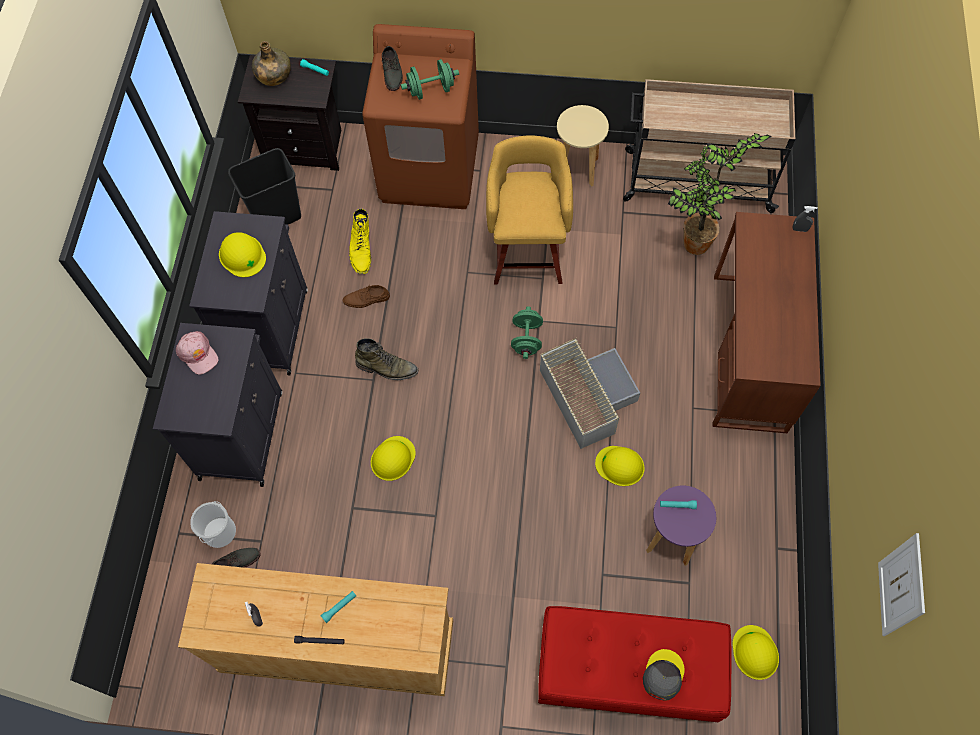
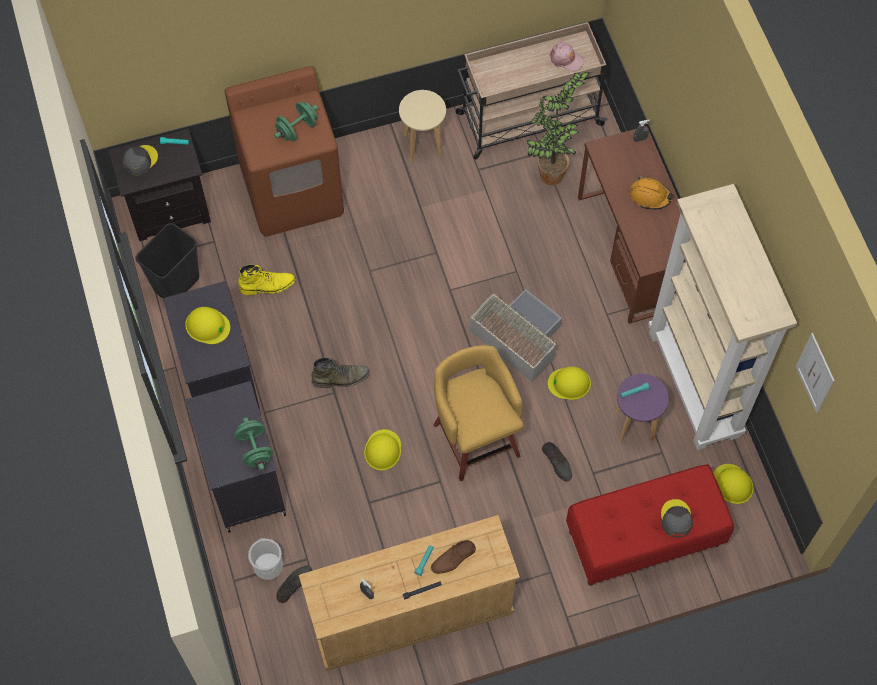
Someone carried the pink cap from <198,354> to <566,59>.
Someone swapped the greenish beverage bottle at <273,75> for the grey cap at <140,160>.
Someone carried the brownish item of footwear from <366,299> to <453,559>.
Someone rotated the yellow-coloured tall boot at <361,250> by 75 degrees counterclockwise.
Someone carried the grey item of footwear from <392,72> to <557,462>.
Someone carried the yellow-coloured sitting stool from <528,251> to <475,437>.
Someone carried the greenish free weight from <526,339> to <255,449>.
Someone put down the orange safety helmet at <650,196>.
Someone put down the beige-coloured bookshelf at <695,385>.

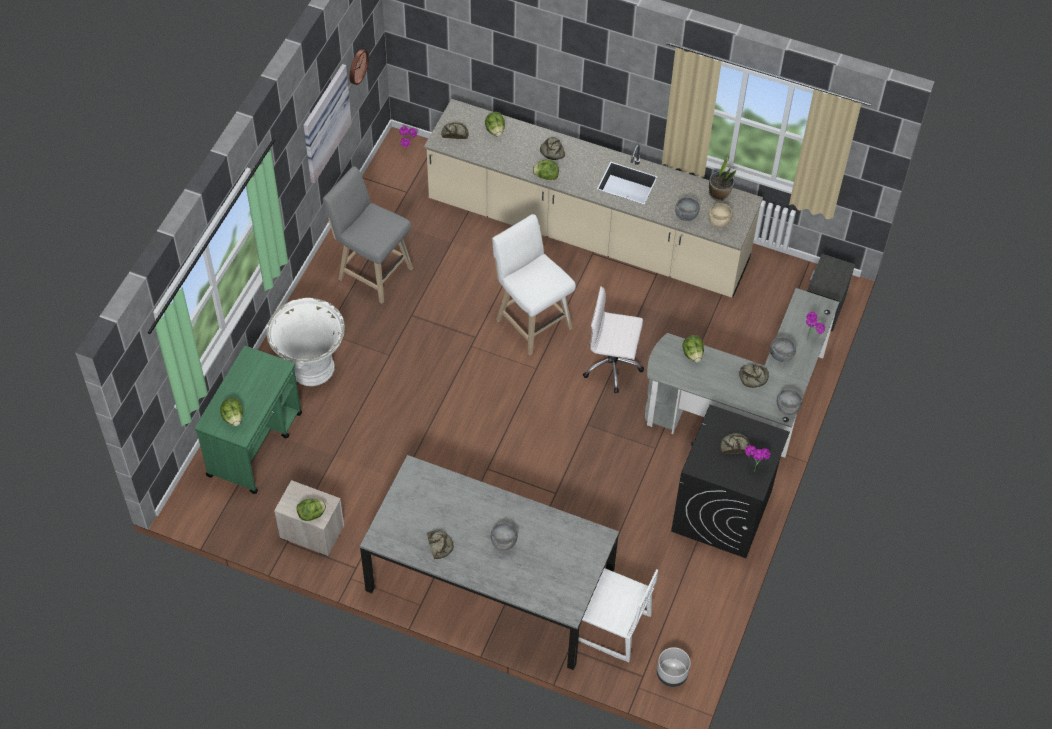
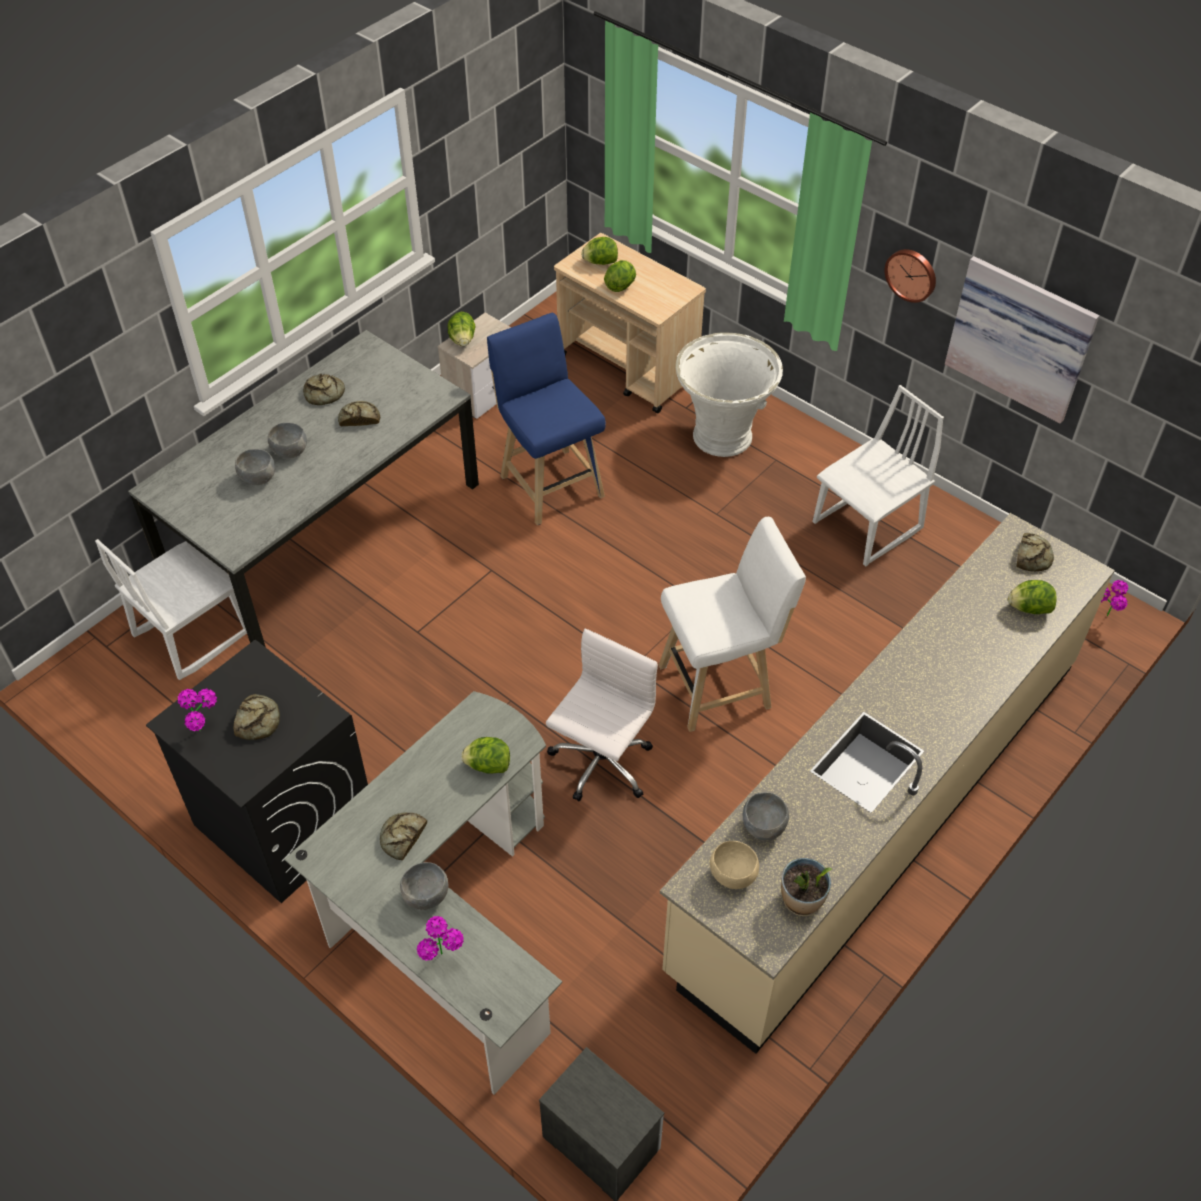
Someone repainted the greenish wheeled cart at <255,444>, which became the beige-coloured wheeled cart at <628,368>.
Someone swapped the grey sitting stool at <372,272> for the white-coloured chair at <868,527>.
Someone carried the wall clock from <357,66> to <911,274>.
Someone carried the lettuce from <546,176> to <620,286>.
Someone carried the bread from <552,151> to <359,418>.
Someone took away the grey planter at <672,674>.
Someone carried the grey deep dish from <787,408> to <258,479>.
Someone put down the blue sitting stool at <549,482>.

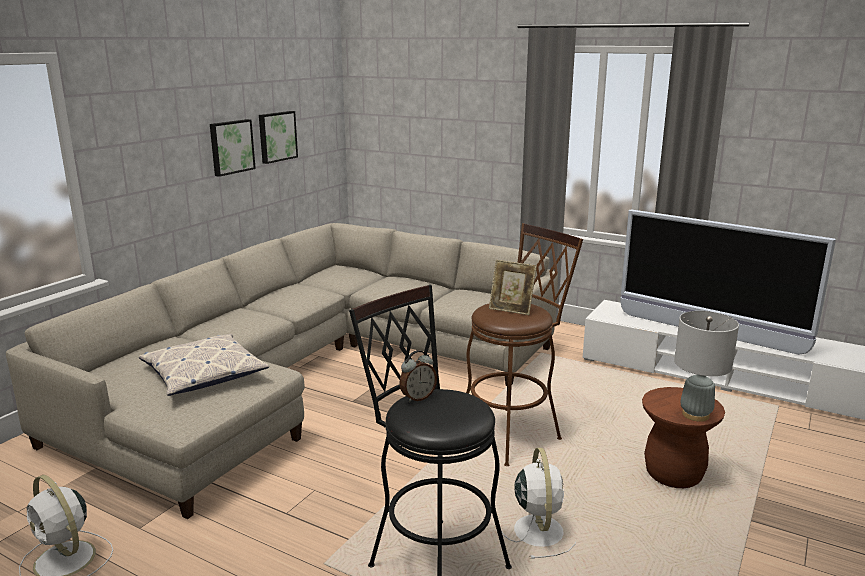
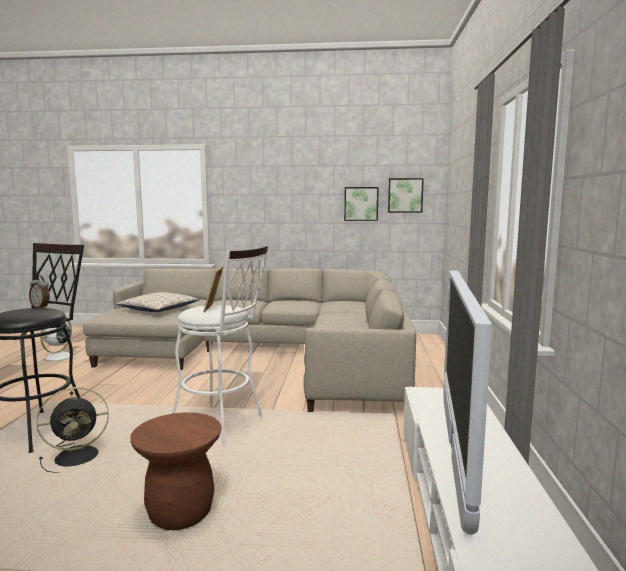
Someone carried the wall art from <231,147> to <405,195>.
Someone repainted the brownish sitting stool at <514,433>, which became the white-coloured sitting stool at <223,426>.
Someone repainted the white-coloured electric fan at <538,529>, which became the black electric fan at <79,456>.
Someone took away the grey tabletop lamp at <695,415>.

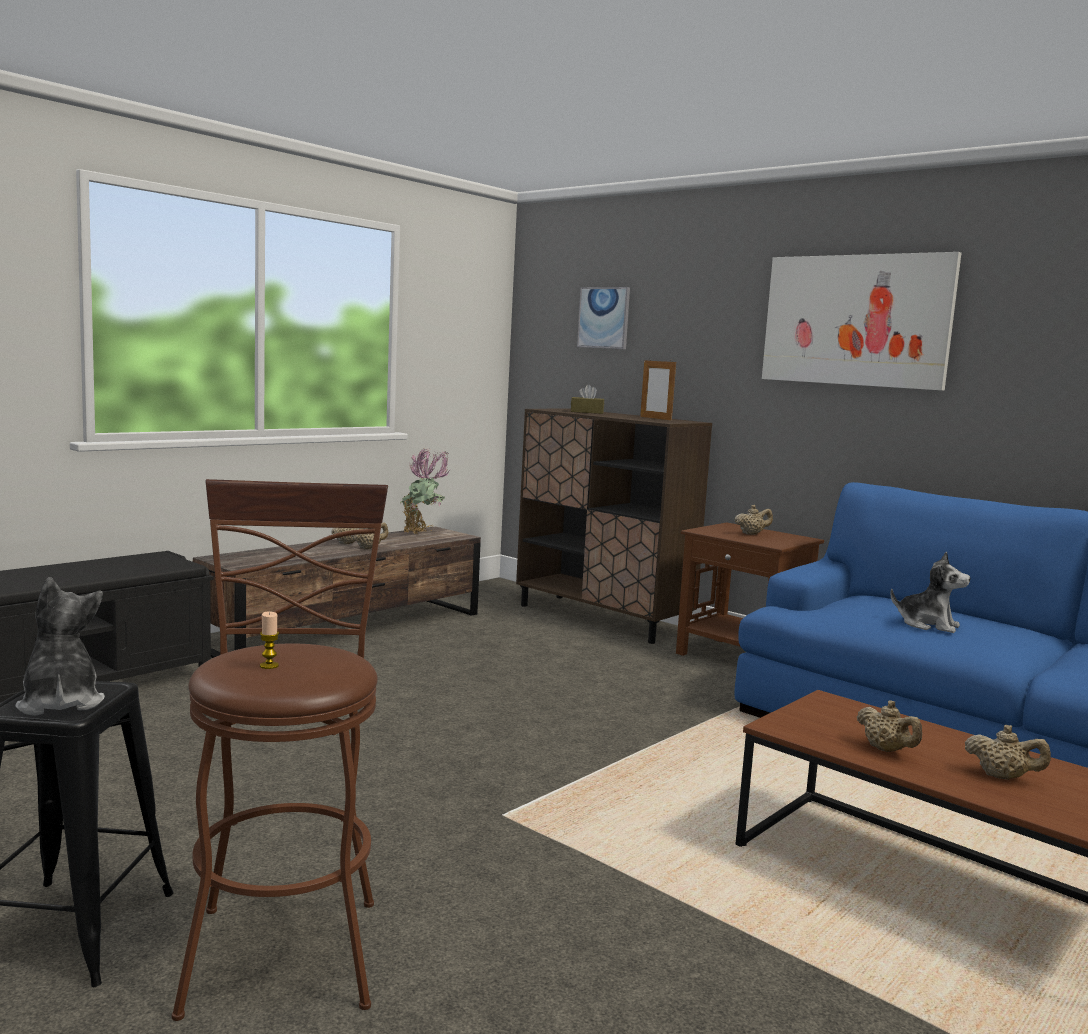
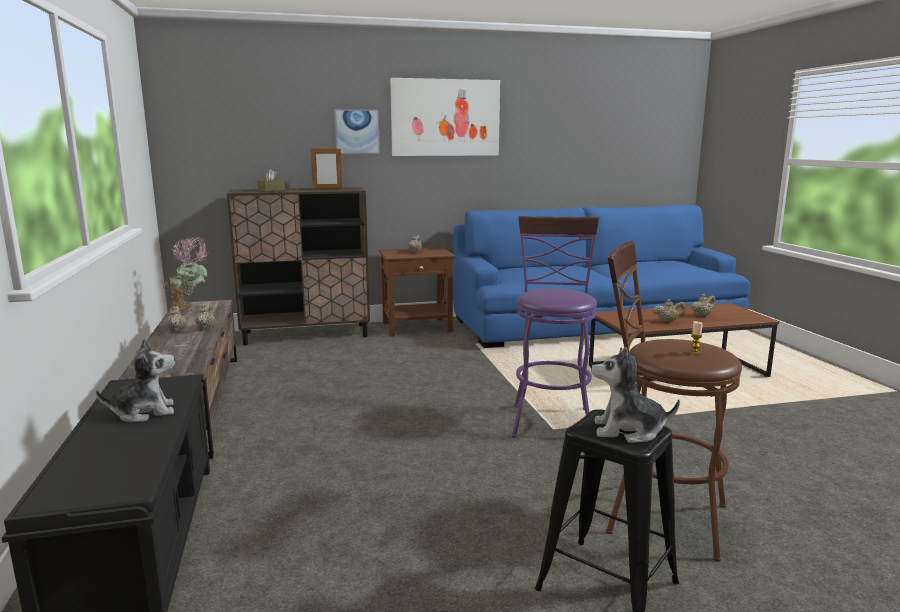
Someone carried the wall art from <604,318> to <357,132>.
Someone carried the cuddly toy from <928,625> to <144,412>.
Someone put down the purplish sitting stool at <550,419>.

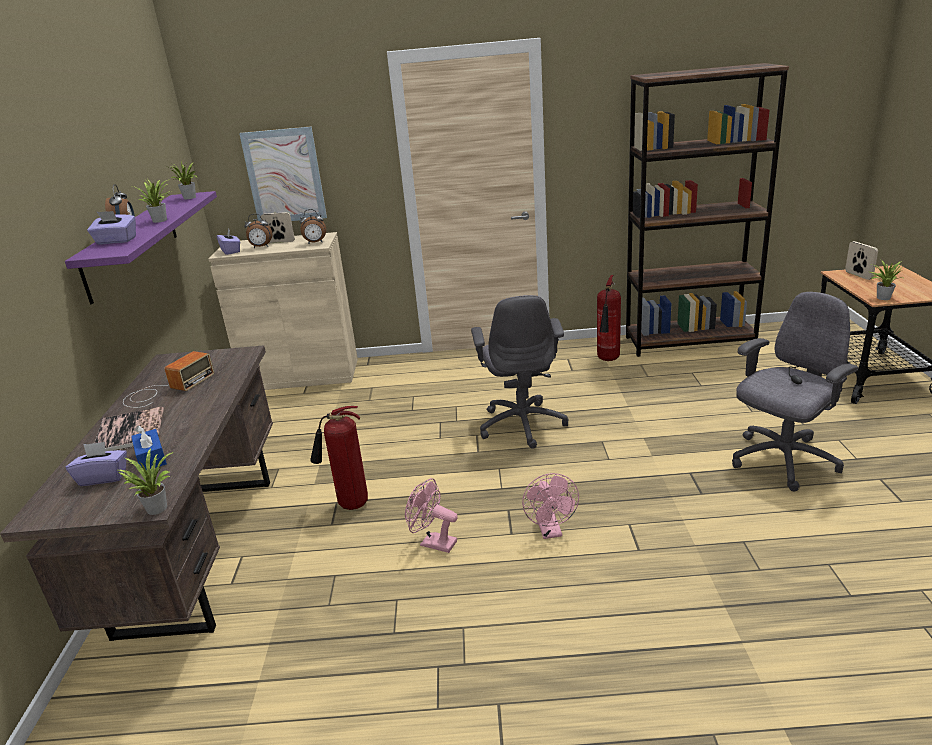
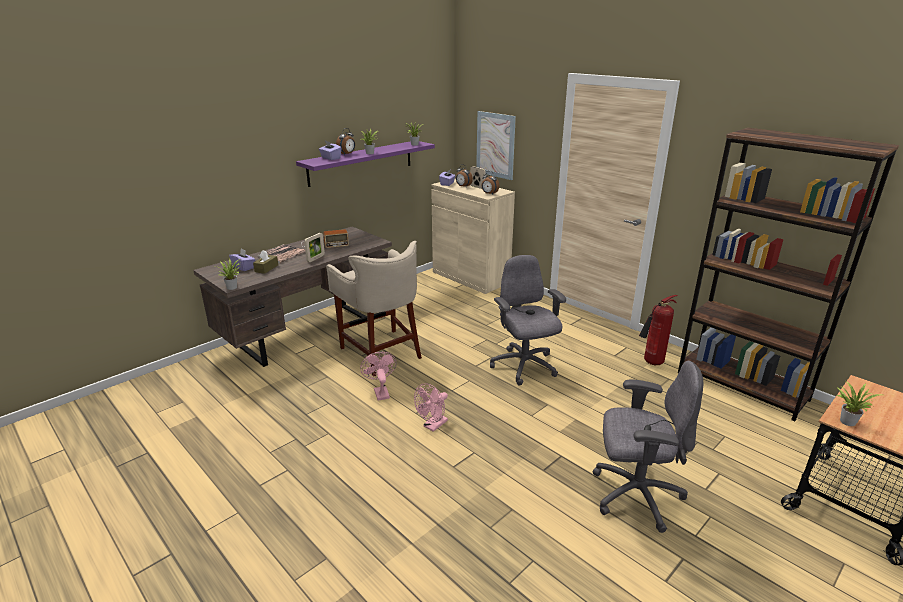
Someone repainted the blue tissue holder at <151,458>, which became the brownish tissue holder at <266,268>.
Someone swapped the fire-fighting cylinder at <349,505> for the beige-coloured sitting stool at <381,352>.
Someone rotated the grey office chair at <522,424> by 120 degrees clockwise.
Someone carried the photo frame from <858,275> to <315,258>.

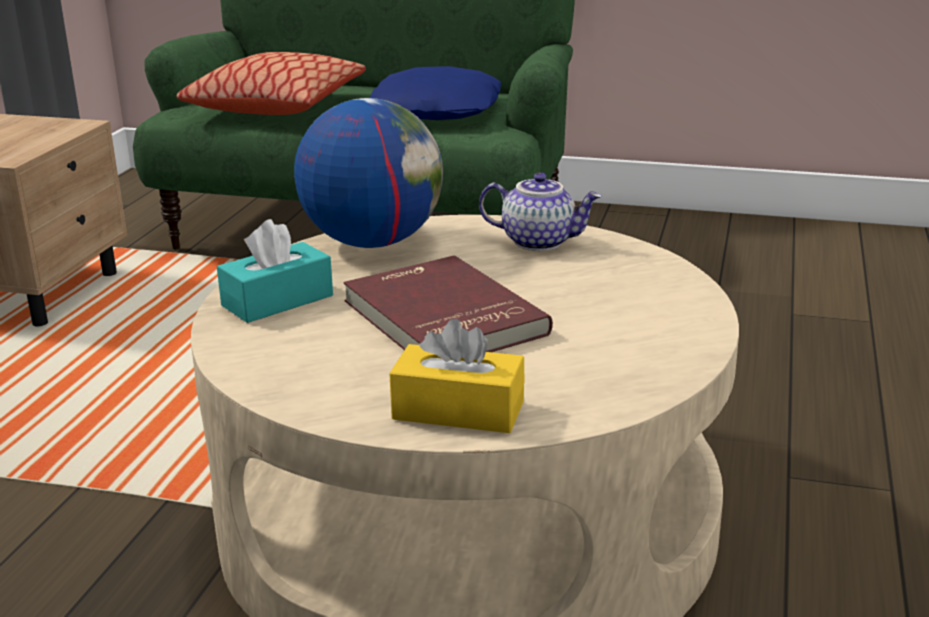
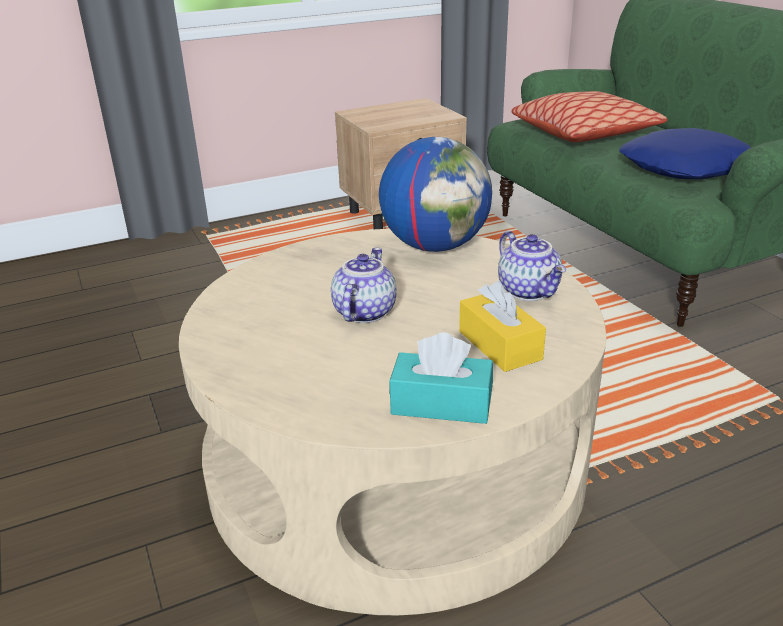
Someone carried the turquoise-coloured tissue holder from <277,301> to <441,404>.
Someone swapped the red-coloured bound book at <440,318> for the pot for tea at <363,312>.
Someone carried the yellow-coloured tissue holder from <458,410> to <499,345>.

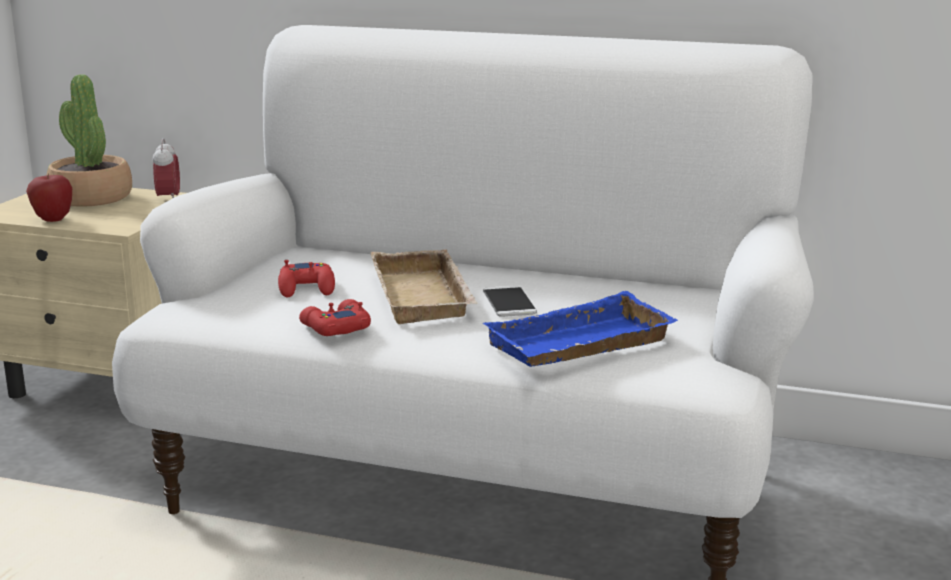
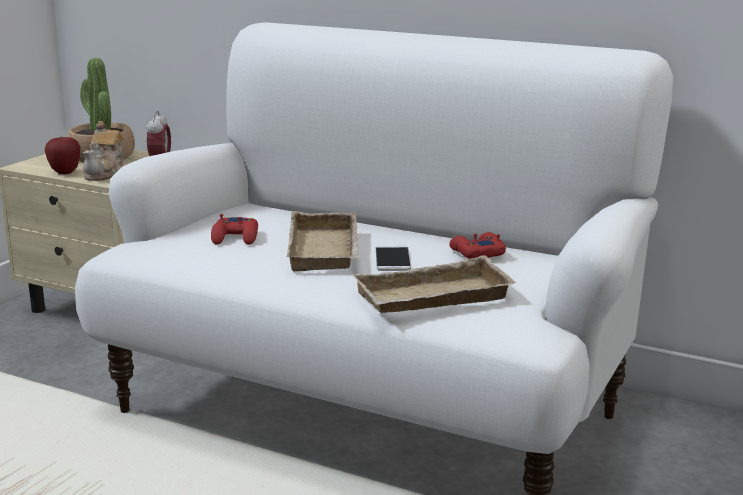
Someone carried the red-coloured joypad from <335,327> to <477,253>.
Someone repainted the blue tray at <580,346>, which became the beige-coloured tray at <432,299>.
Someone put down the pot for tea at <106,174>.

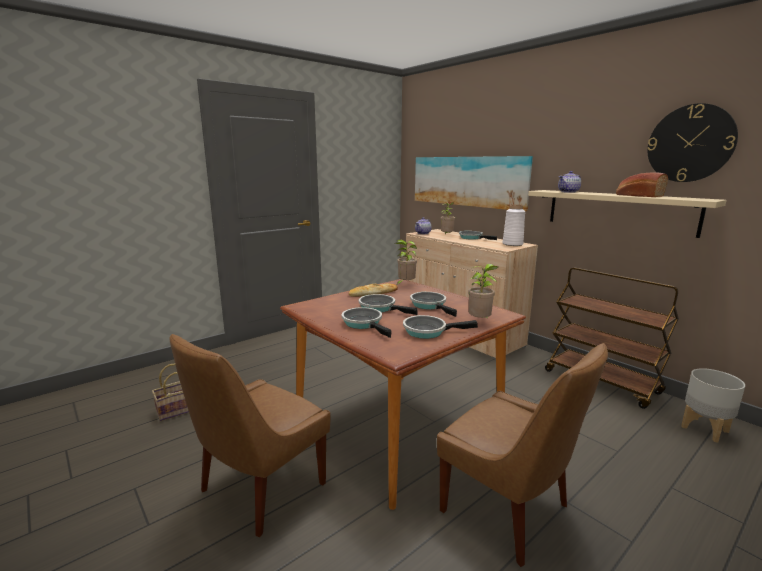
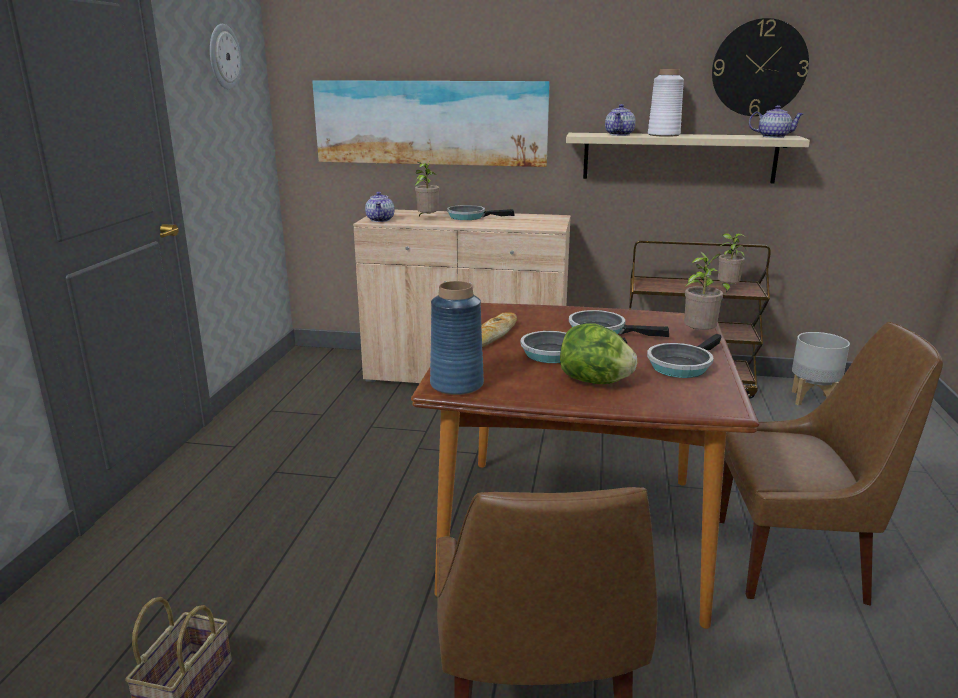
Someone swapped the skillet at <364,324> for the lettuce at <594,381>.
Someone carried the potted plant from <405,284> to <727,289>.
Someone carried the white-coloured flower vase from <512,244> to <663,135>.
Someone took away the bread at <637,195>.
Someone put up the wall clock at <223,57>.
Someone put down the blue flower vase at <457,385>.
Someone put down the pot for tea at <773,137>.

